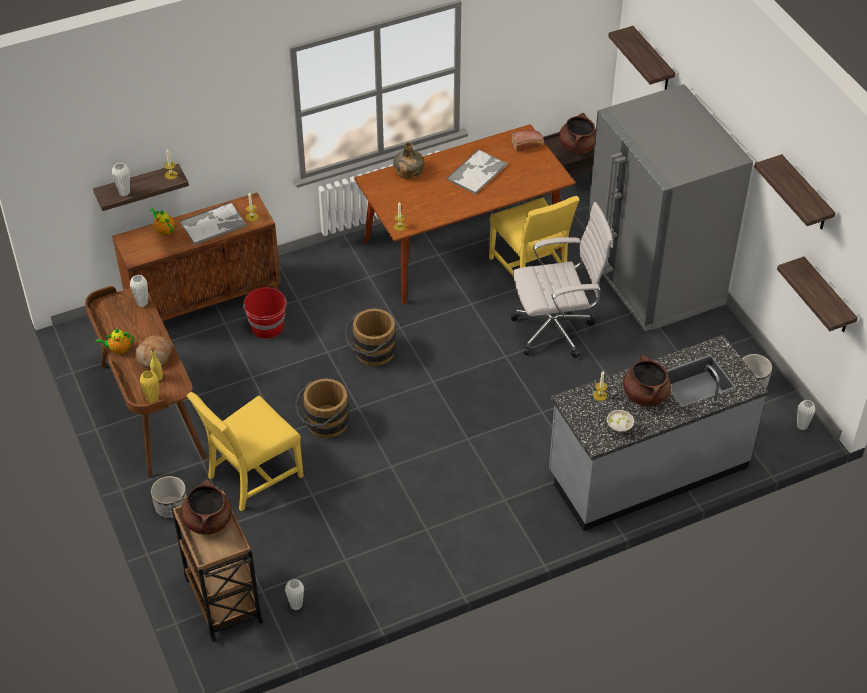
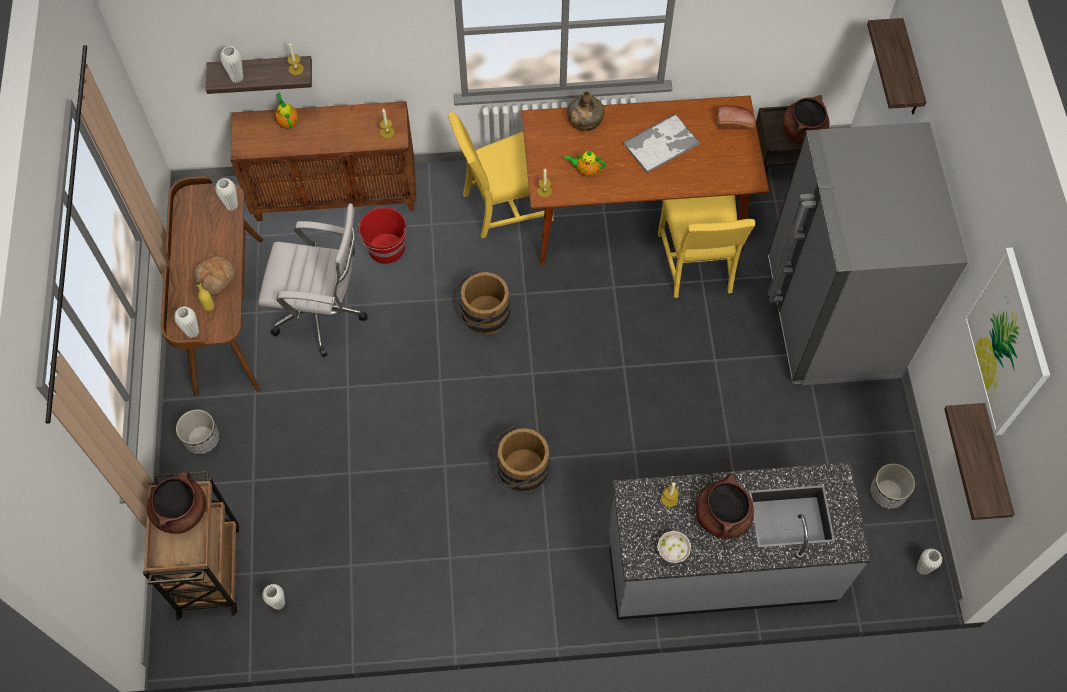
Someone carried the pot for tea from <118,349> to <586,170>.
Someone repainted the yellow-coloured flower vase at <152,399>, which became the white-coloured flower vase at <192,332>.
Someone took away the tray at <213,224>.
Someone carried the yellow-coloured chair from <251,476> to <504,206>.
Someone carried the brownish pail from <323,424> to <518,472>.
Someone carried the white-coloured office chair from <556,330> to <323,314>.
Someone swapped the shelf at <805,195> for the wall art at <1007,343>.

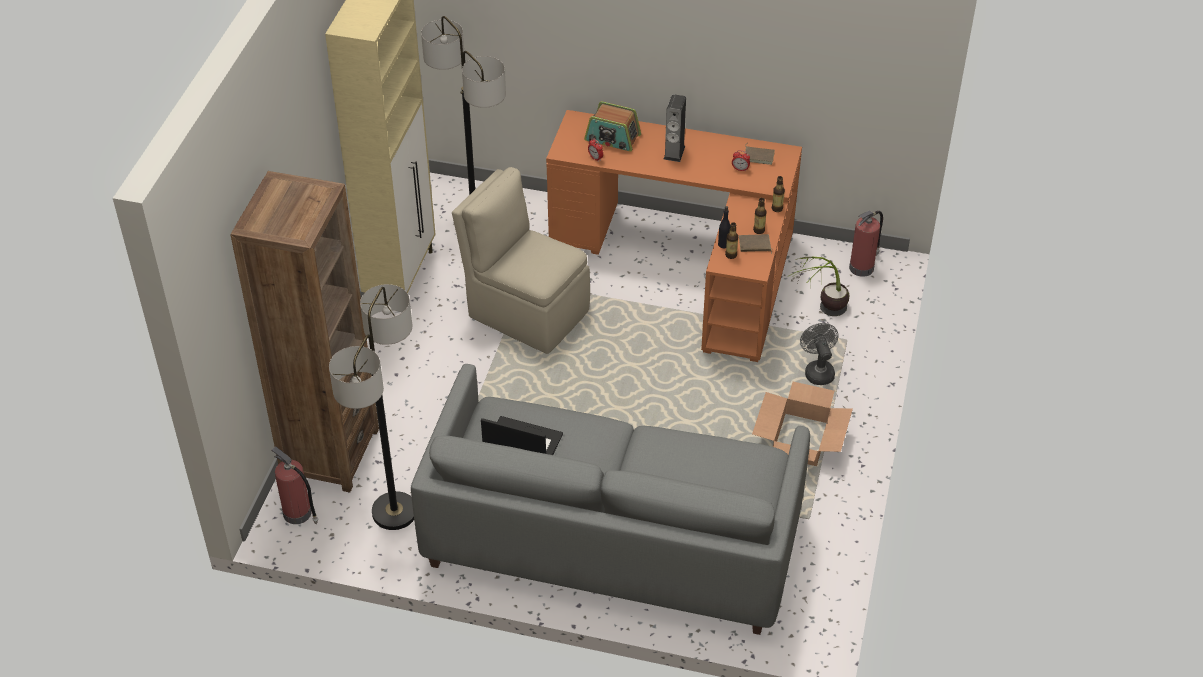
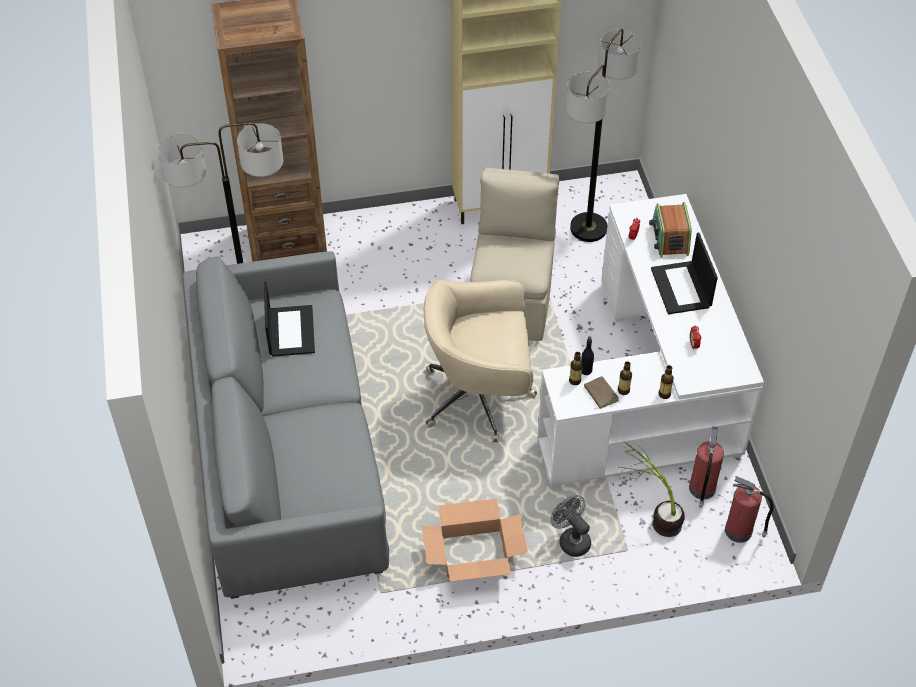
Someone carried the fire-fighting cylinder from <298,514> to <702,489>.
Someone repainted the orange desk unit at <689,262>, which became the white-coloured desk unit at <651,391>.
Someone swapped the loudspeaker at <674,152> for the laptop at <682,288>.
Someone took away the brownish bound book at <759,156>.
Someone rotated the grey electric fan at <817,371> by 90 degrees counterclockwise.
Someone put down the beige-coloured office chair at <480,397>.

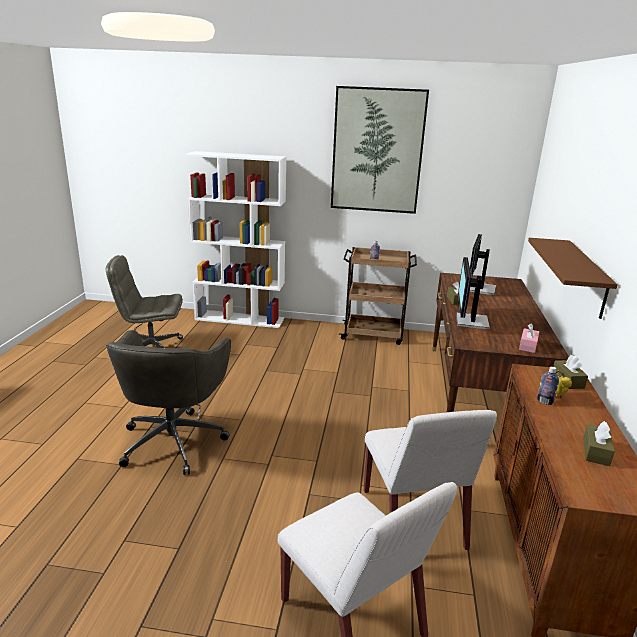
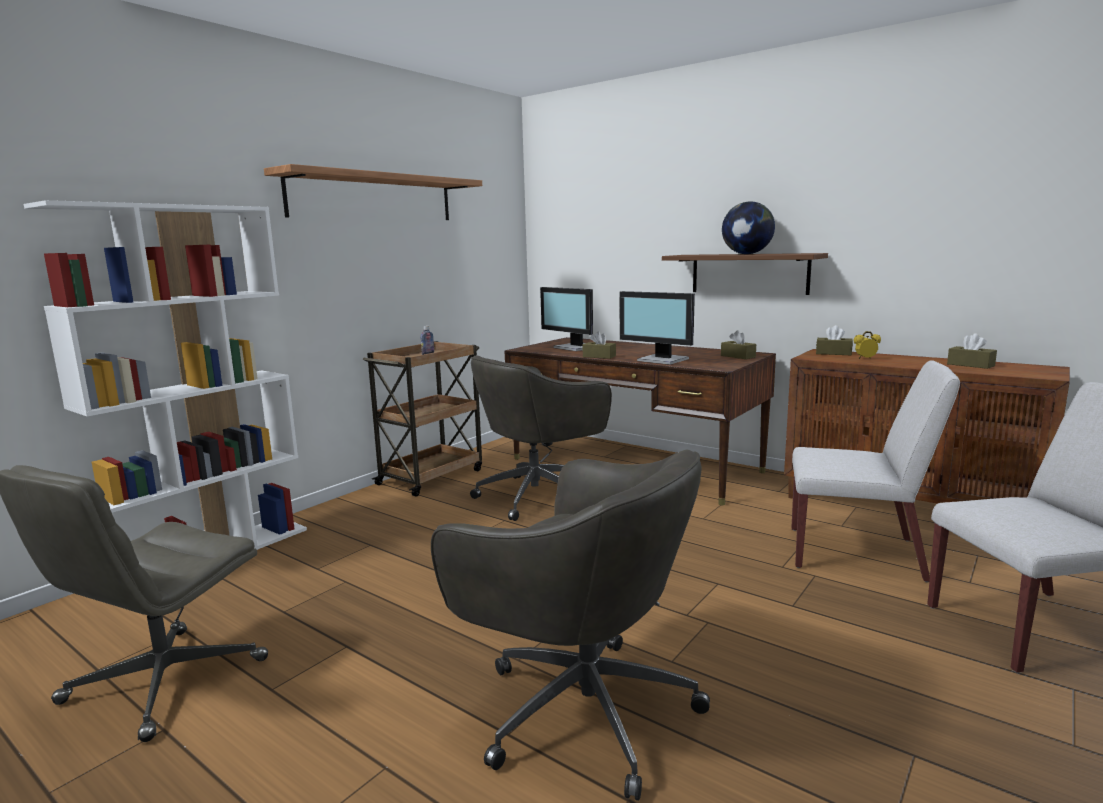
Someone swapped the wall art at <377,151> for the shelf at <374,197>.
Someone repainted the pink tissue holder at <528,346>, which became the brownish tissue holder at <738,356>.
Someone took away the beverage bottle at <545,401>.
Someone put down the grey office chair at <539,495>.
Someone put down the world globe at <747,254>.

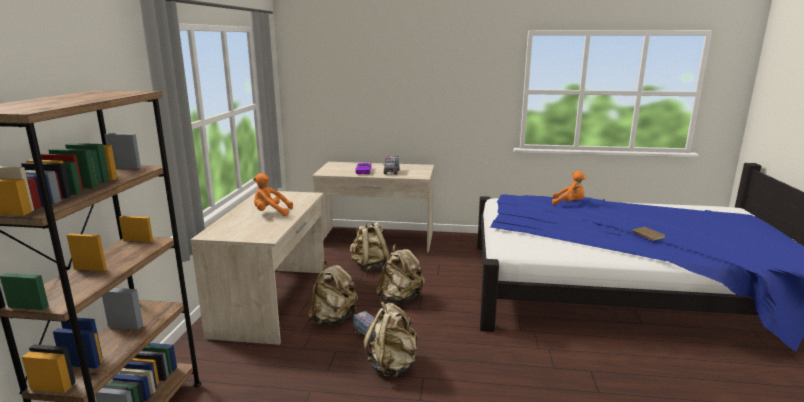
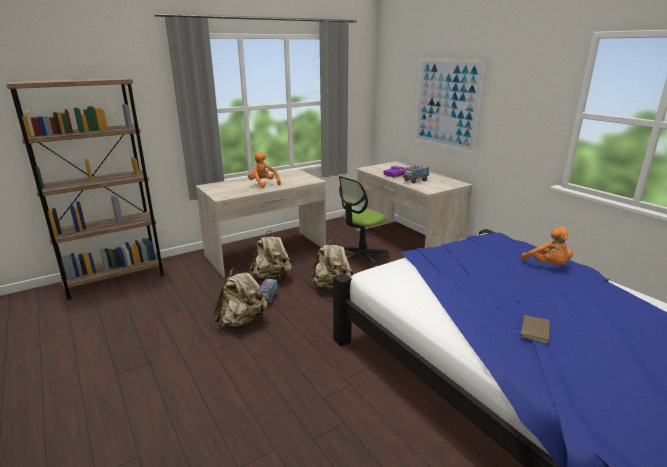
Someone swapped the beige-coloured knapsack at <370,266> for the office chair at <361,258>.
Someone put up the wall art at <447,104>.

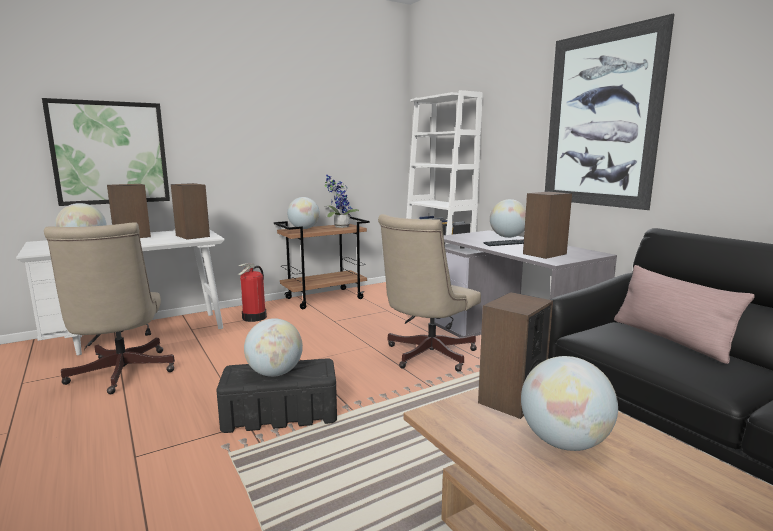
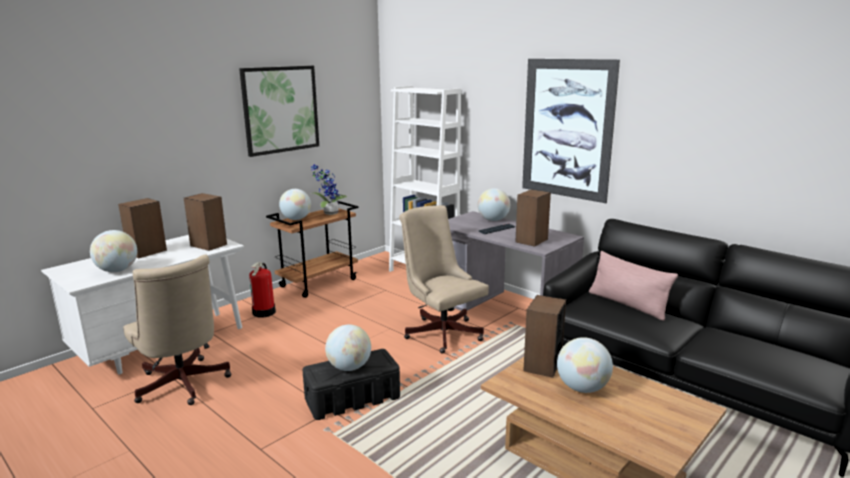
Someone carried the wall art from <110,153> to <280,109>.
Someone rotated the beige-coloured office chair at <426,356> by 120 degrees clockwise.

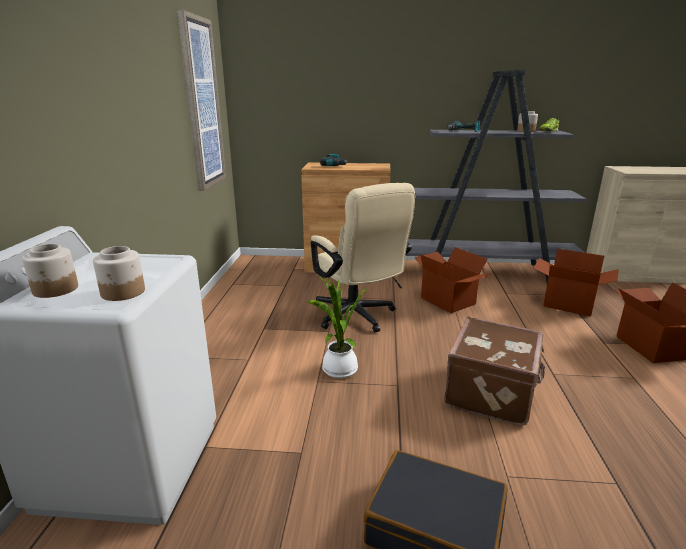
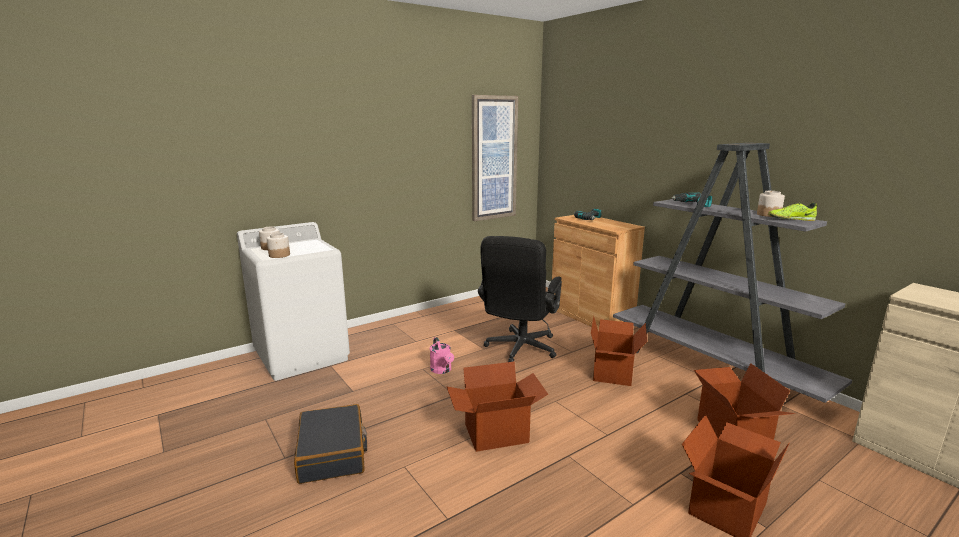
Someone swapped the potted plant at <338,371> for the pink sprinkling can at <442,370>.
Someone repainted the beige-coloured office chair at <357,317>, which became the black office chair at <519,350>.
Someone swapped the brownish piece of luggage at <492,393> for the packing box at <496,434>.

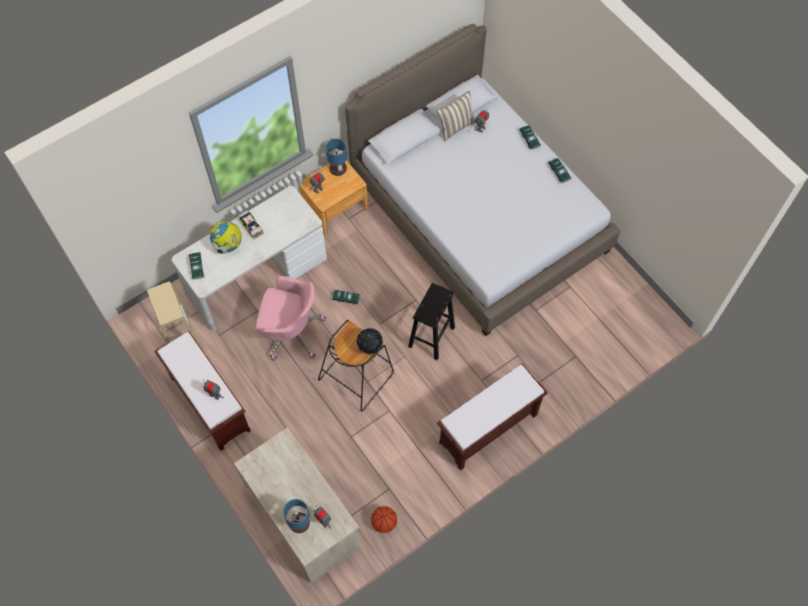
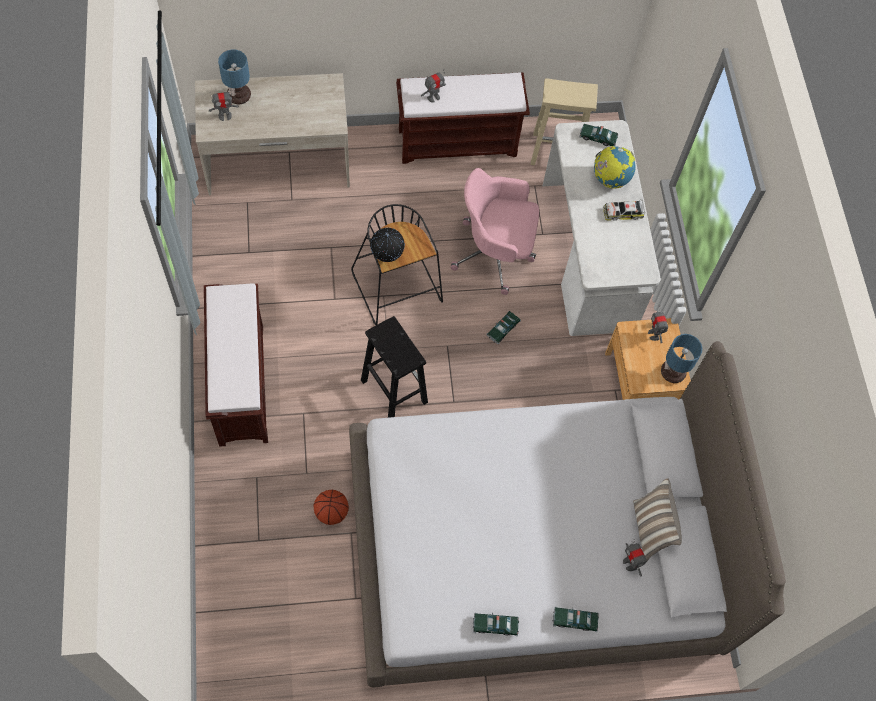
Someone rotated the pink office chair at <291,331> by 60 degrees clockwise.
Someone carried the basketball from <384,522> to <331,512>.

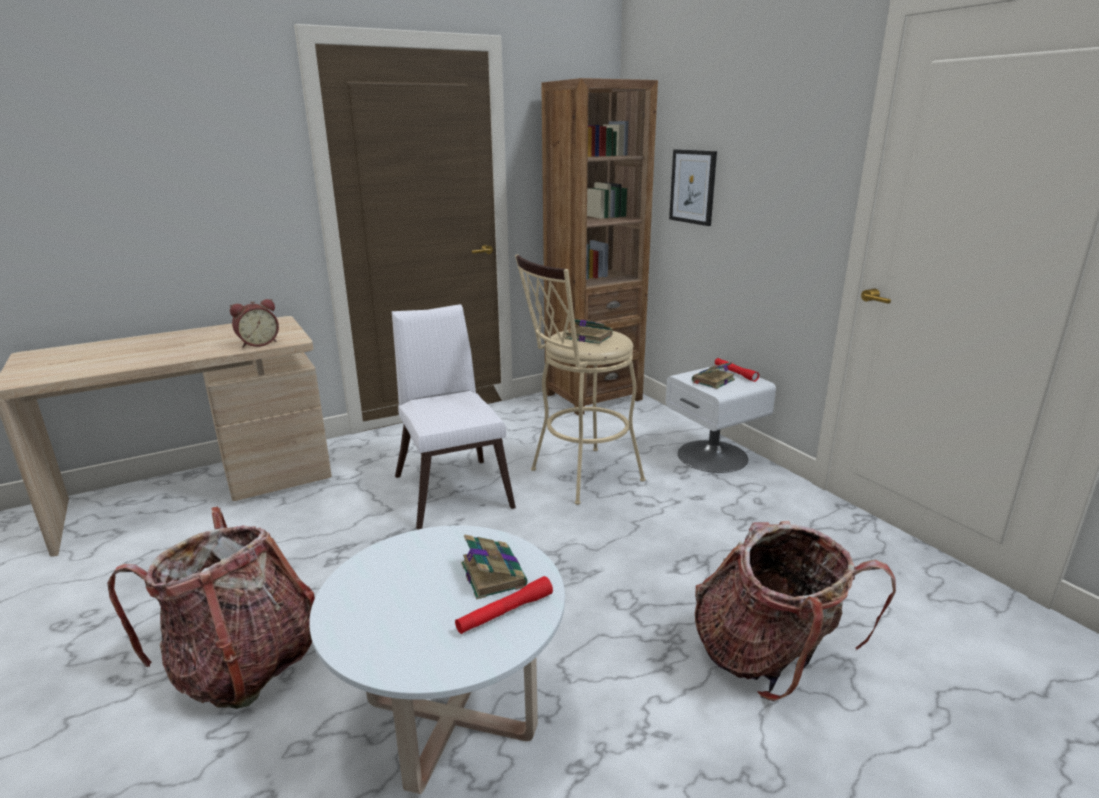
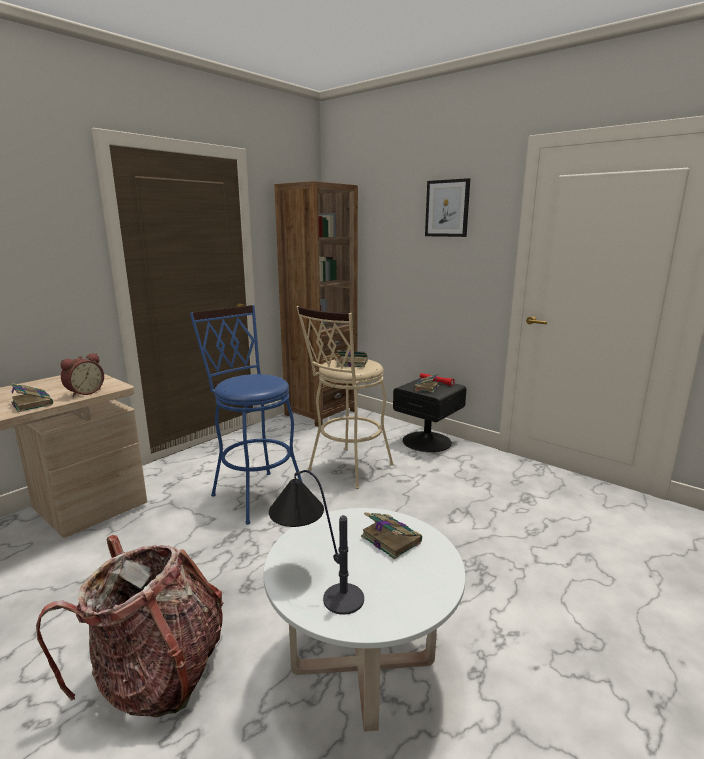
Someone swapped the white-coloured chair at <452,487> for the blue sitting stool at <255,493>.
Someone took away the red-coloured flashlight at <505,612>.
Someone repainted the white-coloured night table at <713,455>, which became the black night table at <427,441>.
Someone carried the wall art from <693,187> to <447,208>.
Someone took away the knapsack at <769,658>.
Someone put down the bound book at <32,403>.
Someone put down the tabletop lamp at <314,579>.

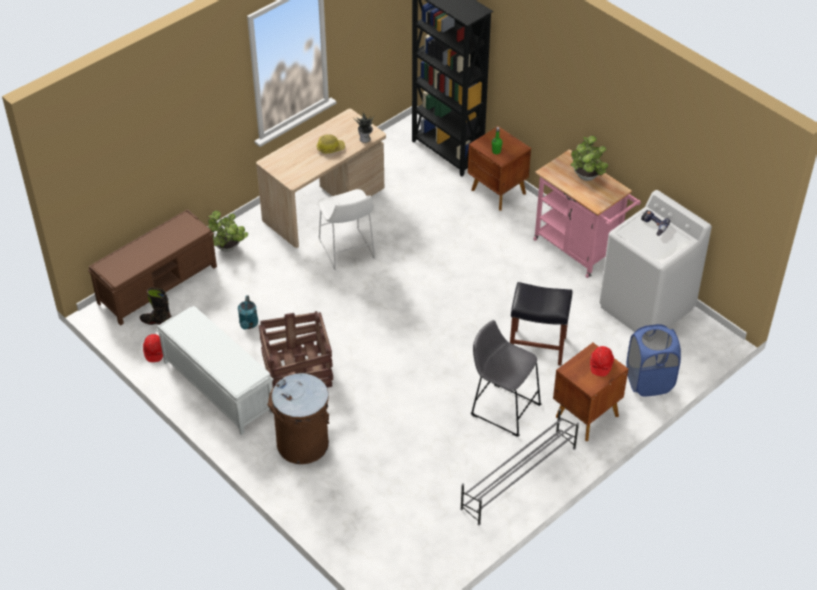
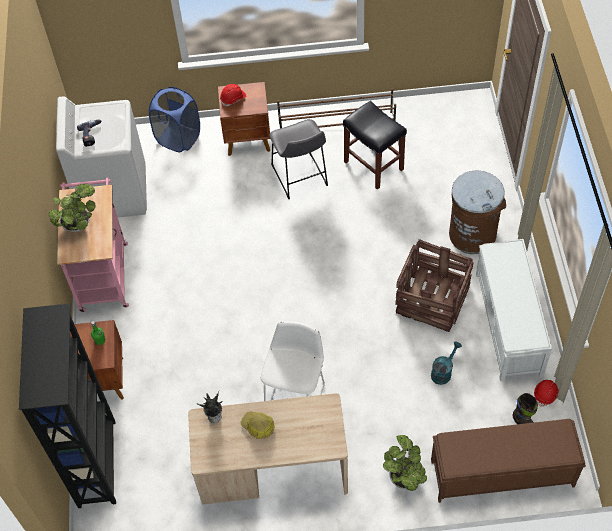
Someone repainted the grey shoe rack at <518,478>, which became the brownish shoe rack at <337,125>.
Someone carried the black sitting stool from <536,347> to <374,166>.

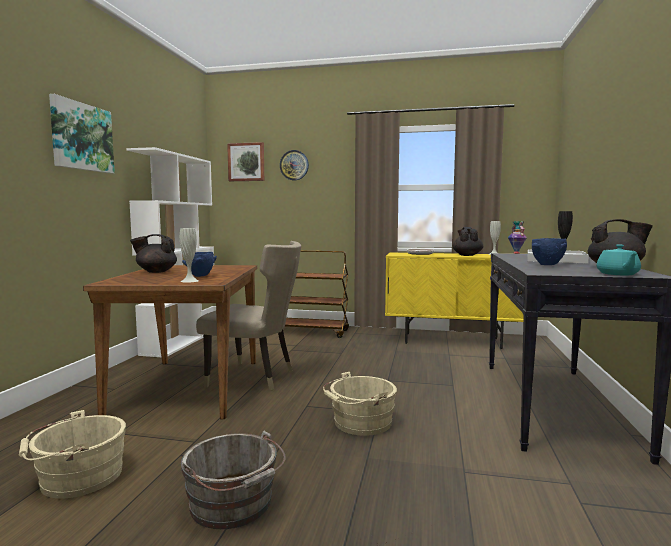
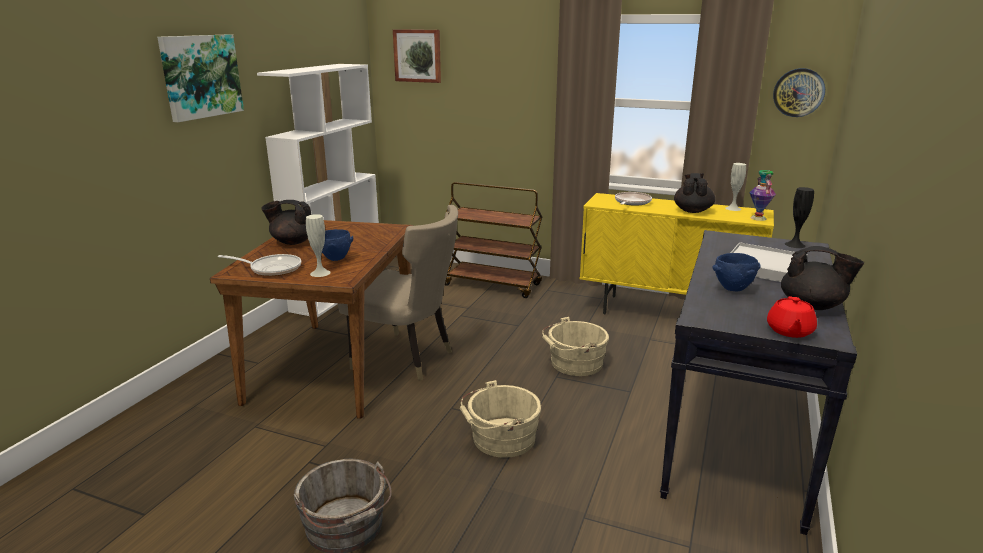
Someone carried the beige-coloured pail from <76,478> to <573,363>.
Someone carried the wall clock from <294,165> to <798,92>.
Someone repainted the turquoise-coloured pot for tea at <617,274>, which became the red-coloured pot for tea at <789,331>.
Someone put down the skillet at <272,269>.

